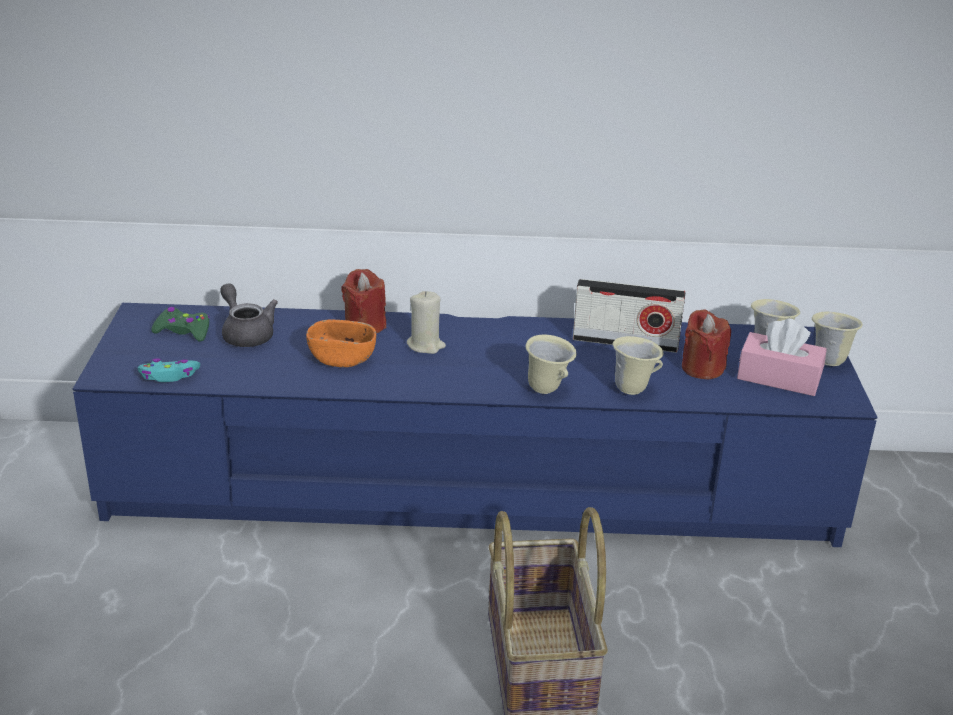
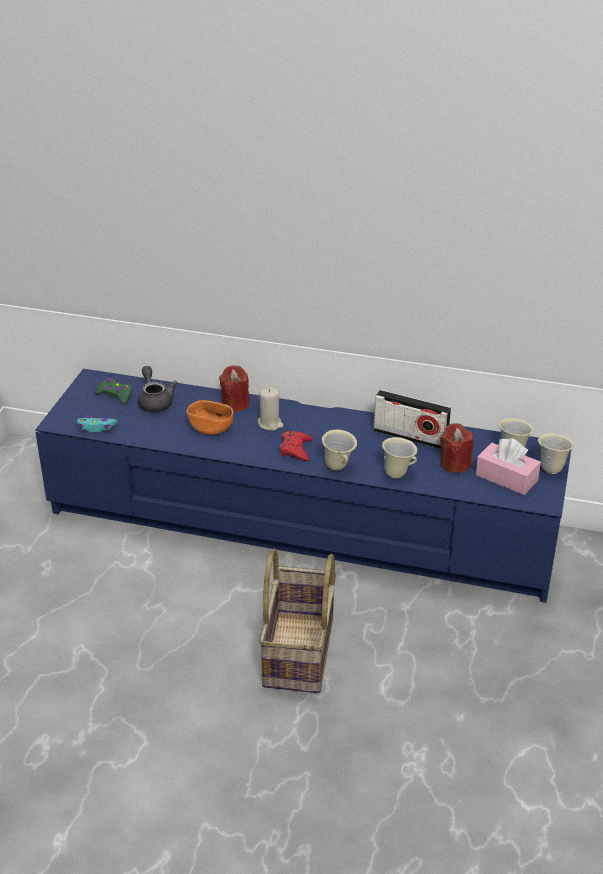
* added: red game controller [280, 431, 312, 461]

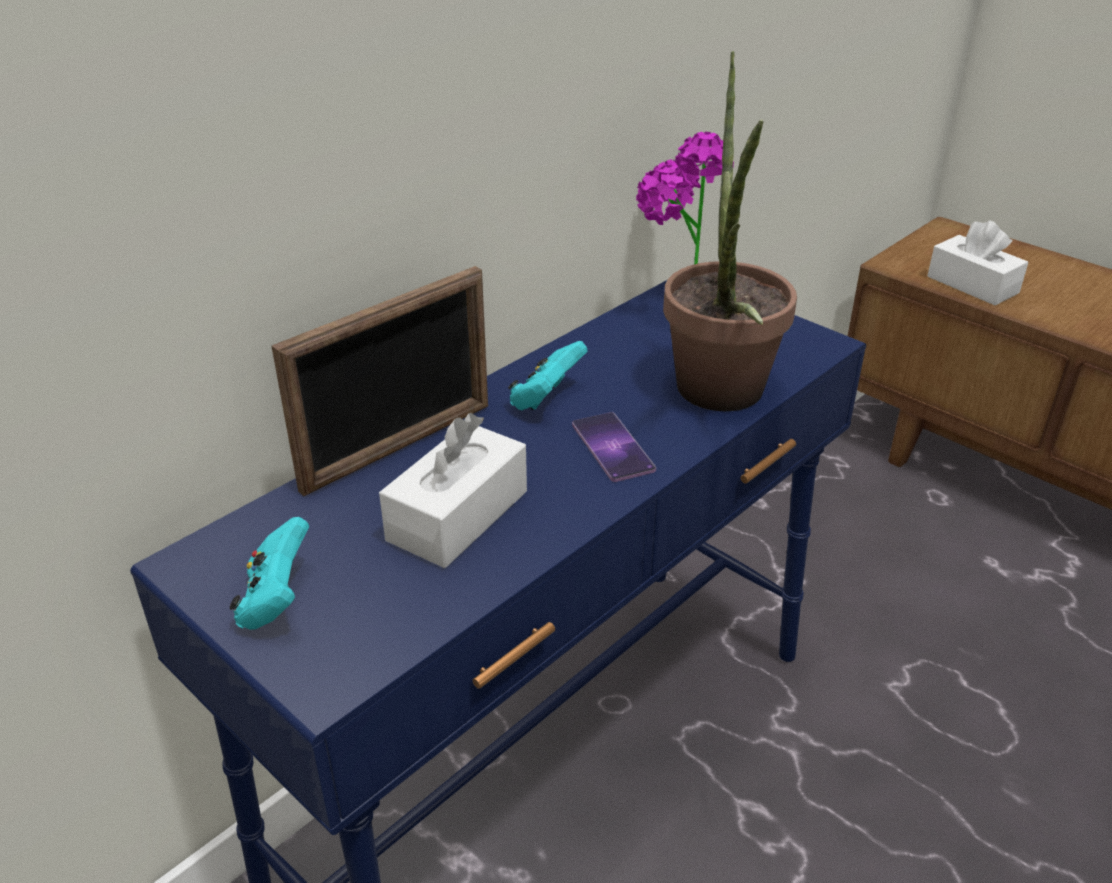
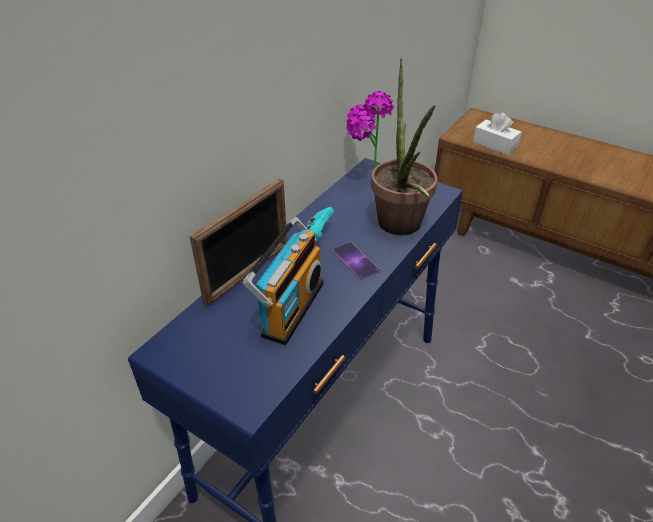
* removed: turquoise-coloured game controller [230, 517, 309, 630]
* replaced: whitish tissue box [379, 413, 527, 568] to radio [243, 217, 323, 345]

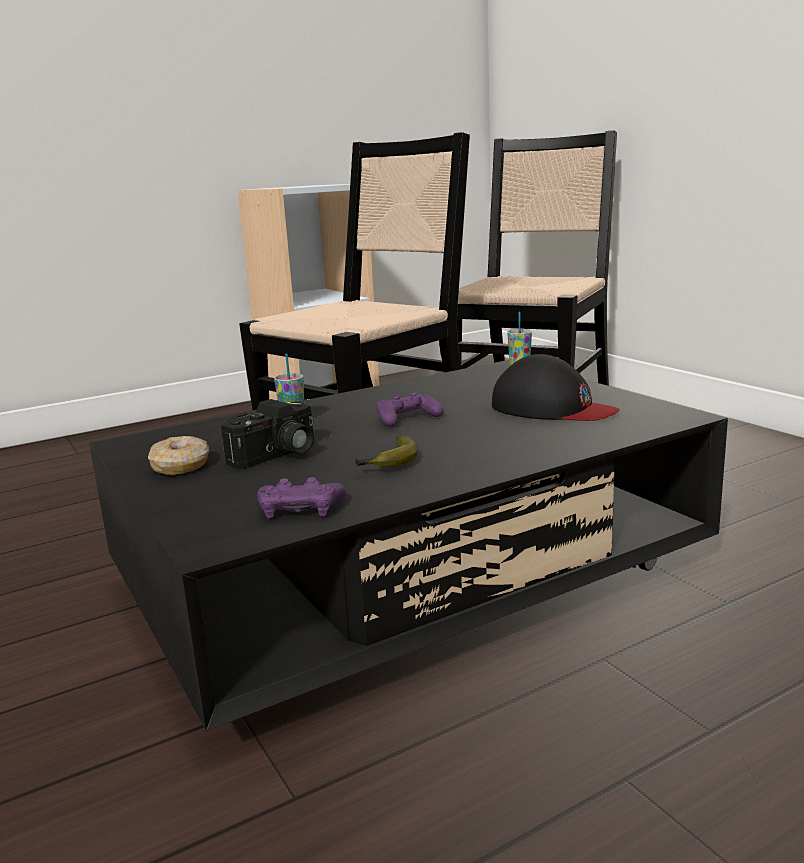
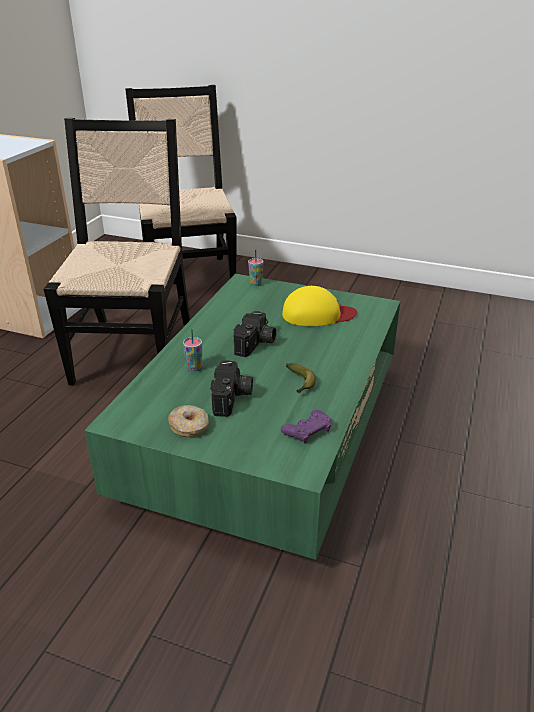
* replaced: purple-coloured game controller [376, 393, 444, 427] to still camera [233, 311, 276, 357]
* recoloured: black-coloured lounge table [89, 360, 728, 731] to green-coloured lounge table [84, 274, 400, 560]
* recoloured: black-coloured baseball cap [492, 354, 620, 421] to yellow baseball cap [282, 286, 357, 326]

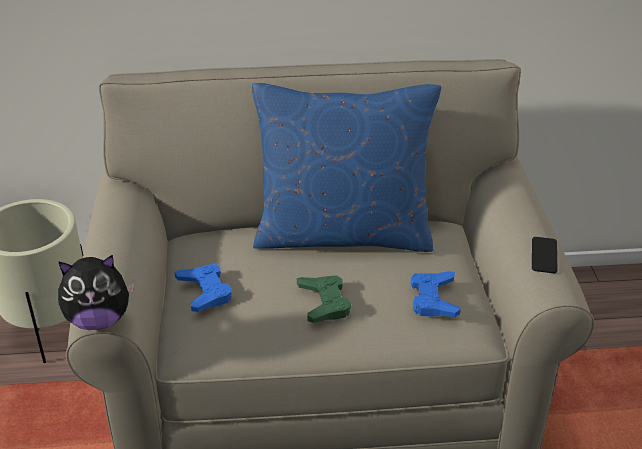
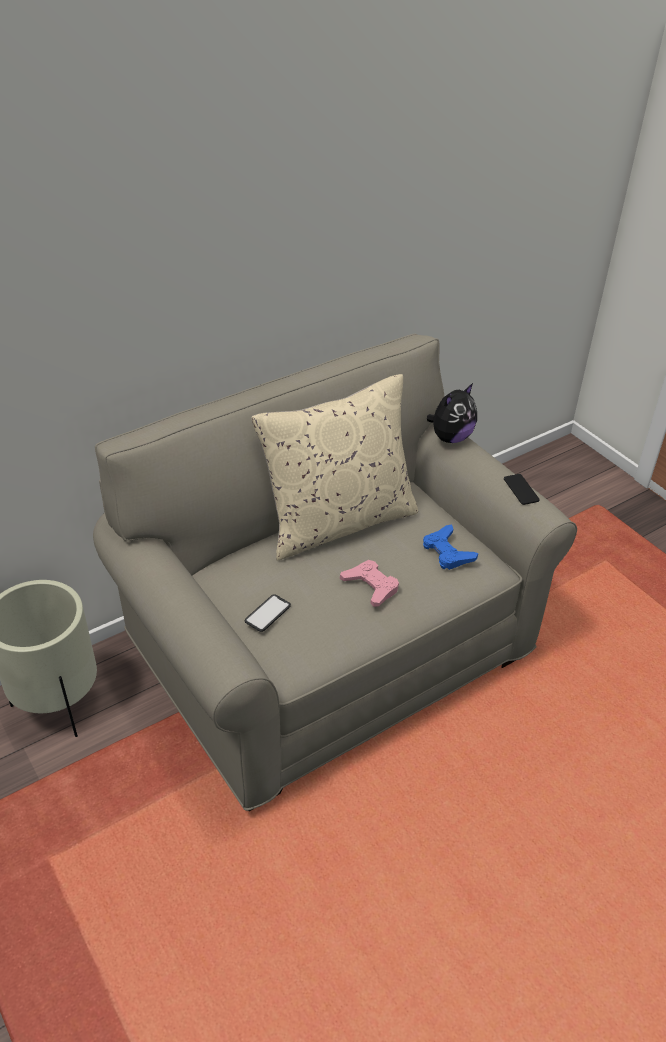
* moved: plush toy [58, 255, 134, 330] to [427, 383, 477, 443]
* replaced: bluish game controller [174, 263, 232, 312] to phone [245, 594, 291, 632]
* recoloured: bluish pillow [252, 83, 441, 252] to sand-coloured pillow [251, 374, 418, 561]
* recoloured: green-coloured game controller [297, 275, 351, 323] to pink-coloured game controller [340, 560, 399, 607]

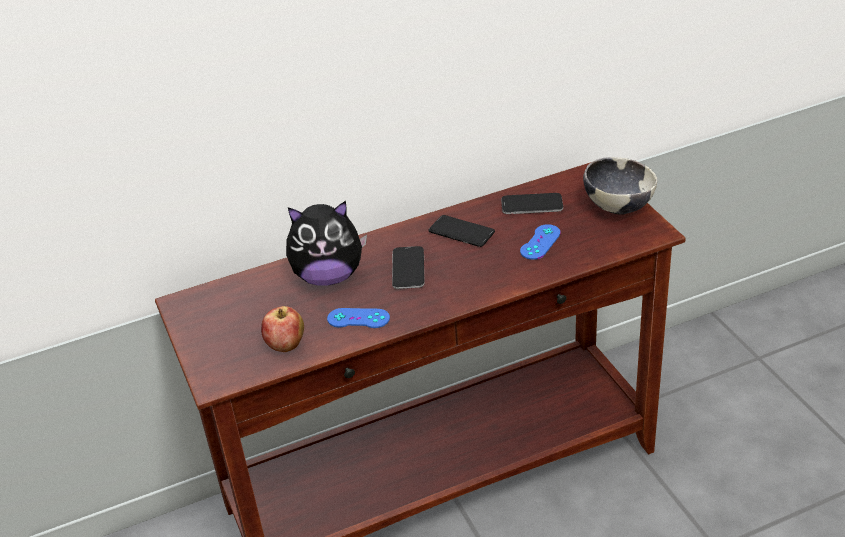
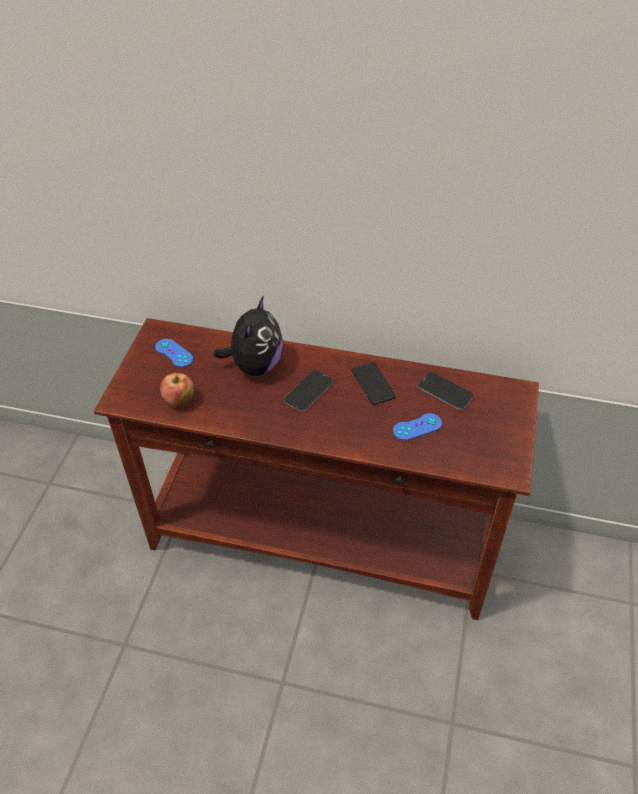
* removed: serving bowl [583, 157, 657, 215]
* moved: bluish game controller [327, 308, 390, 328] to [155, 339, 193, 367]
* turned: plush toy [286, 201, 367, 286] = [214, 295, 283, 376] 105 degrees counterclockwise

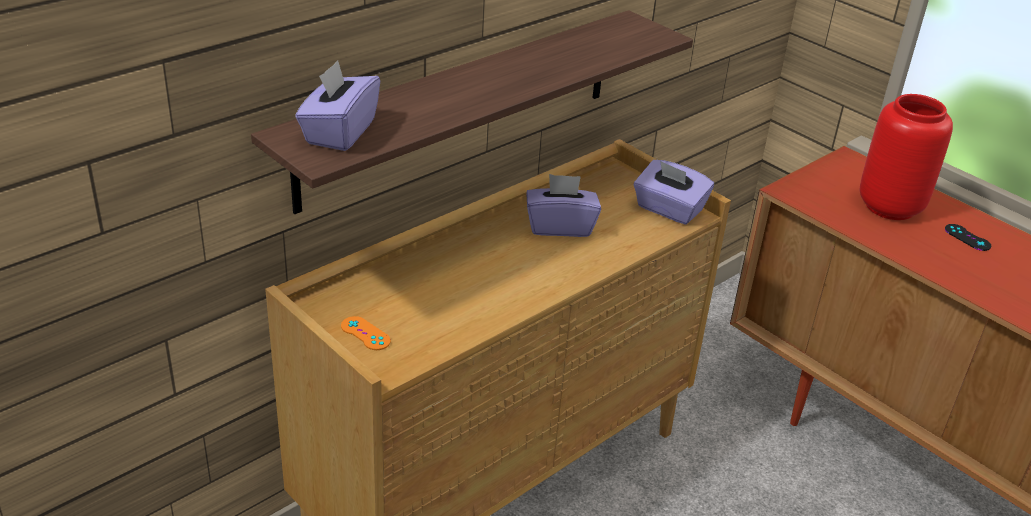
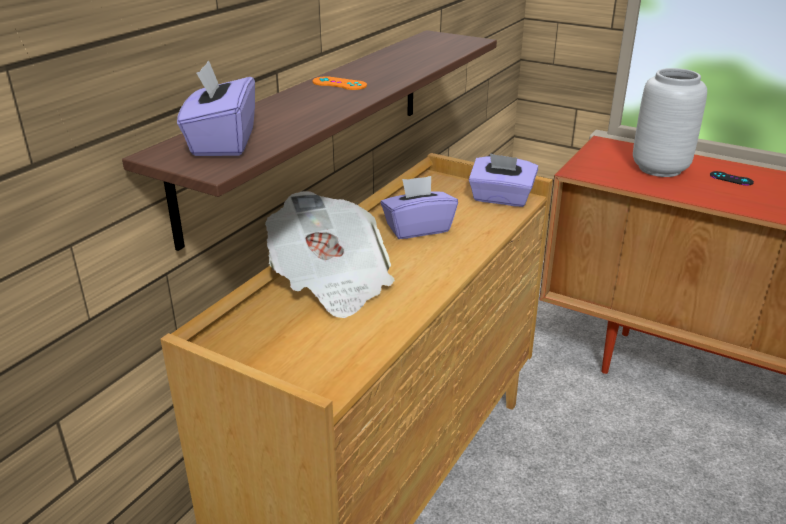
* added: printed paper [265, 191, 395, 318]
* moved: orange-coloured game controller [341, 316, 391, 350] to [312, 76, 367, 90]
* recoloured: red flower vase [860, 94, 953, 220] to gray flower vase [633, 68, 707, 177]

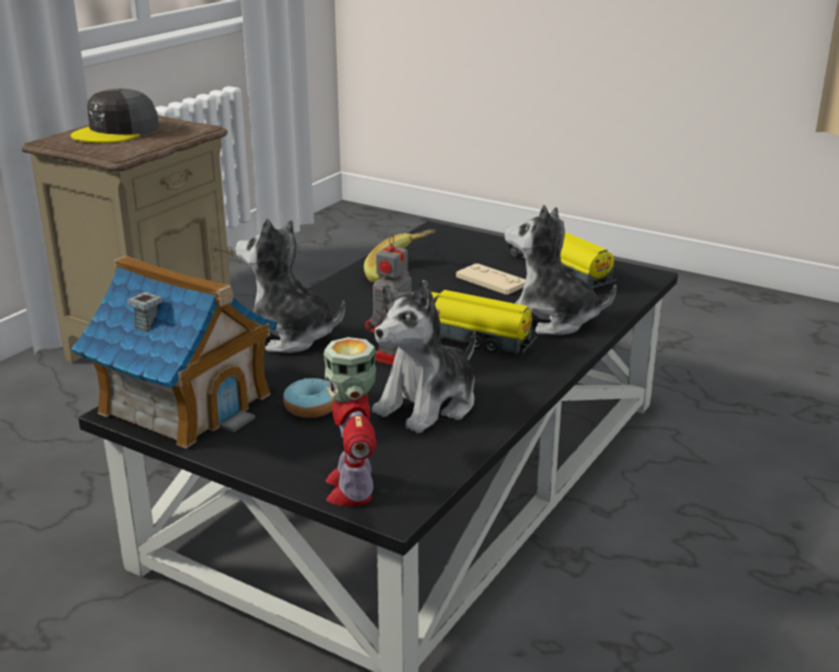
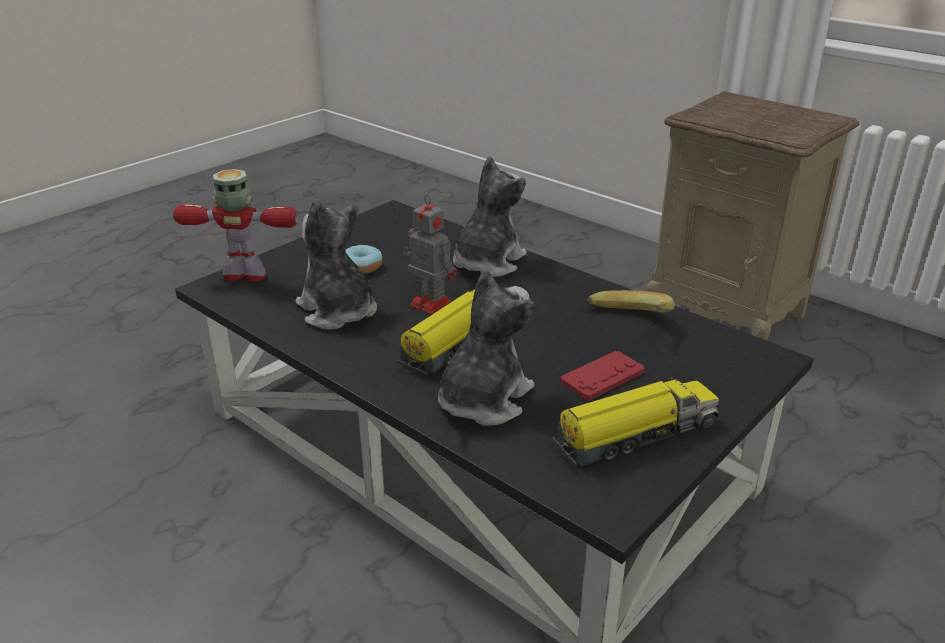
* removed: gray baseball cap [70, 88, 159, 143]
* removed: model house [72, 256, 277, 448]
* recoloured: sand-coloured game controller [456, 263, 526, 294] to red game controller [560, 351, 645, 400]

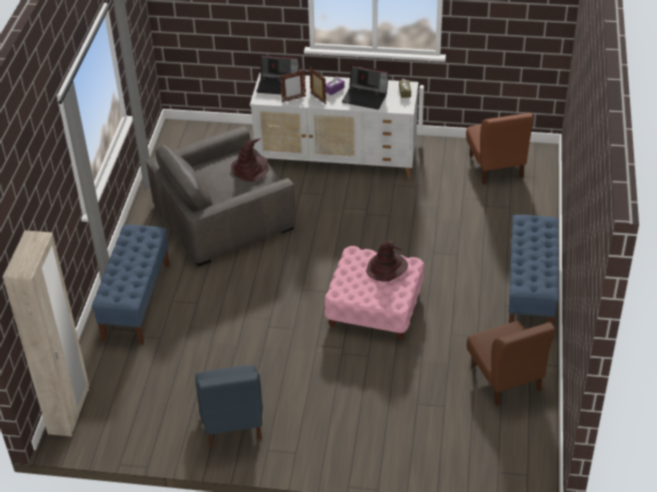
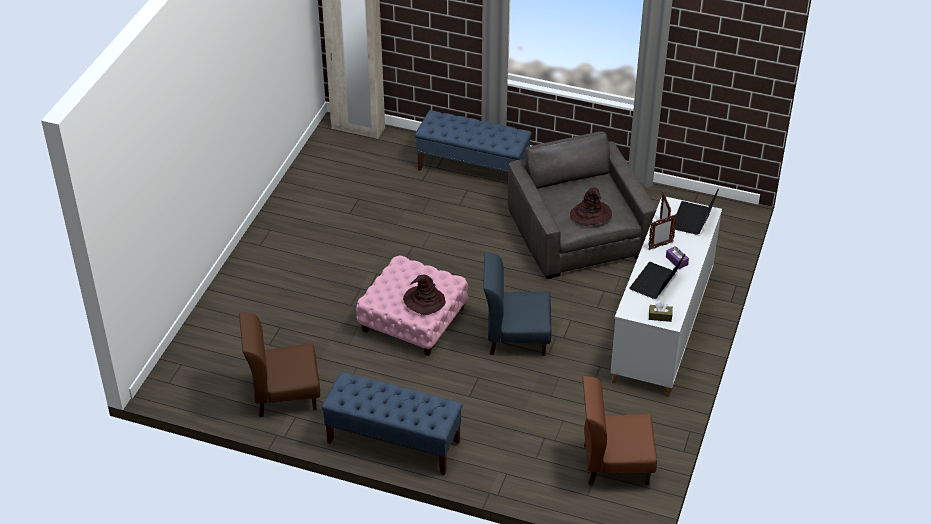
* moved: bluish chair [196, 365, 263, 448] to [483, 252, 552, 356]

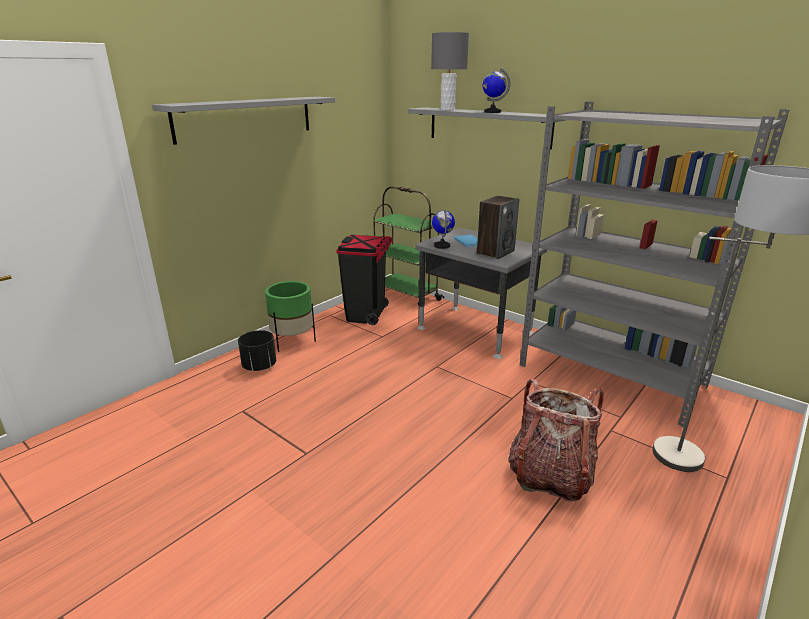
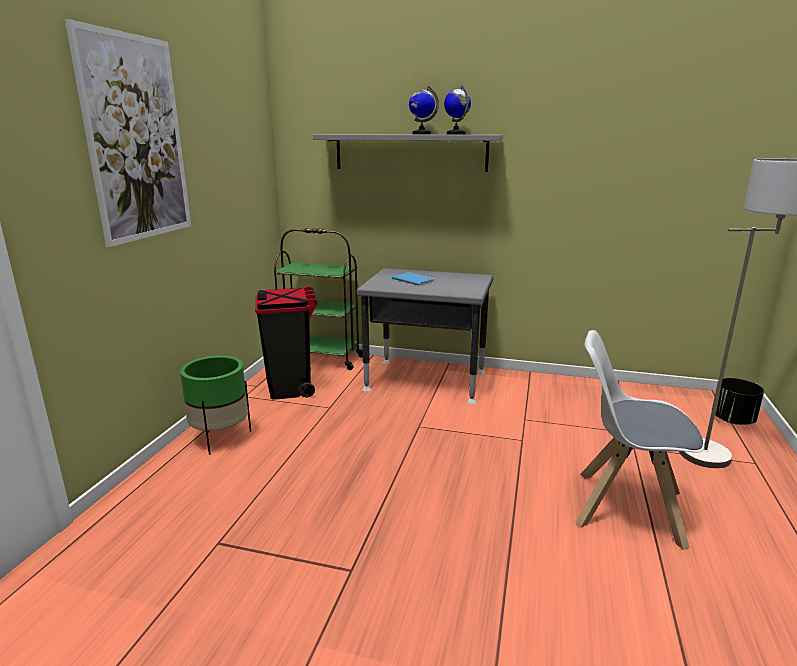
* removed: gray table lamp [431, 32, 469, 110]
* removed: loudspeaker [477, 196, 519, 259]
* removed: gray bookshelf [520, 102, 790, 427]
* moved: black-coloured planter [238, 330, 276, 371] to [712, 378, 764, 425]
* moved: globe [432, 209, 455, 249] to [444, 85, 471, 135]
* replaced: gray bracket shelf [152, 97, 335, 145] to wall art [65, 19, 191, 247]
* replaced: backpack [508, 379, 604, 501] to chair [575, 330, 705, 550]

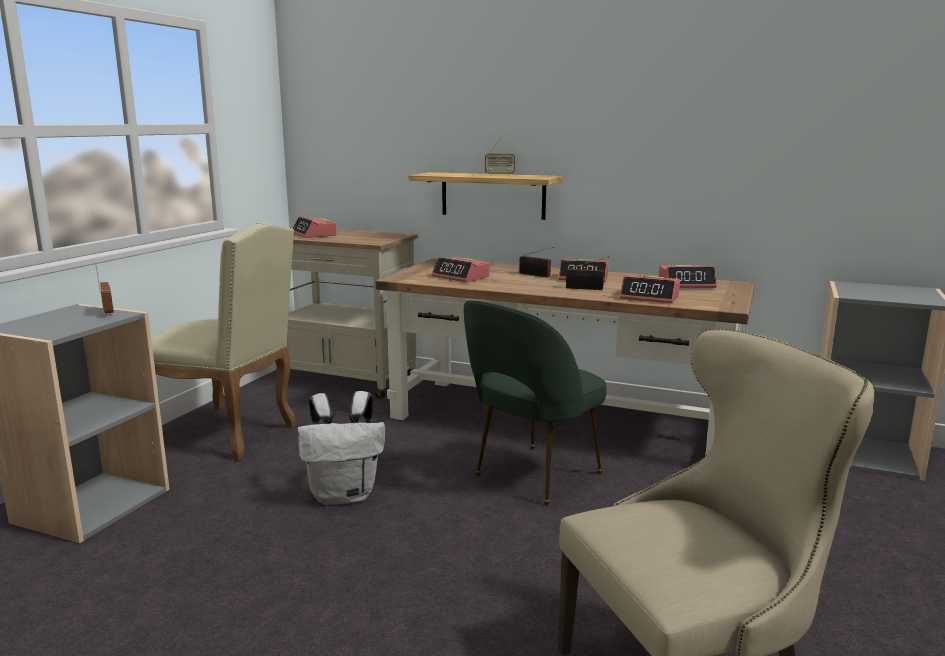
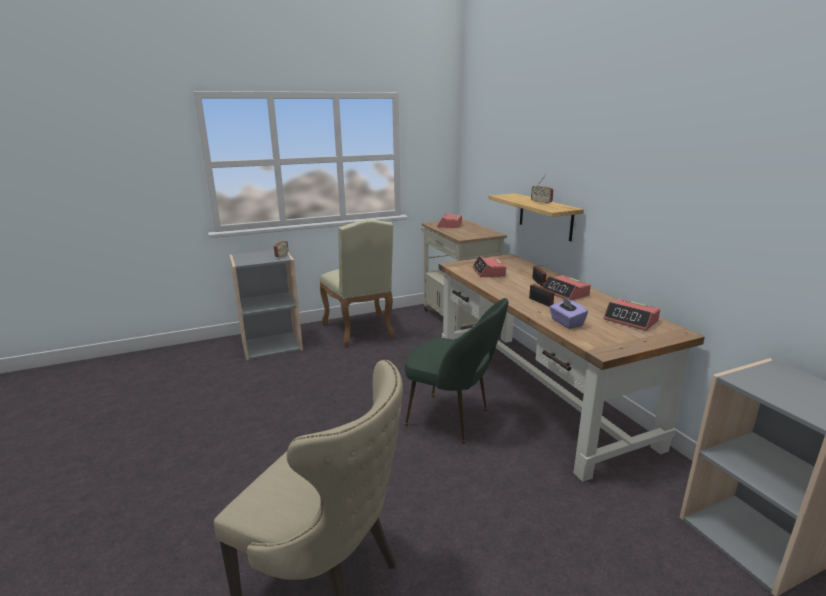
* removed: whitish backpack [298, 391, 385, 505]
* replaced: bedside clock [620, 275, 680, 303] to purple-coloured tissue box [550, 297, 588, 329]
* turned: green-coloured chair [464, 300, 607, 505] = [405, 298, 509, 444] 150 degrees counterclockwise

